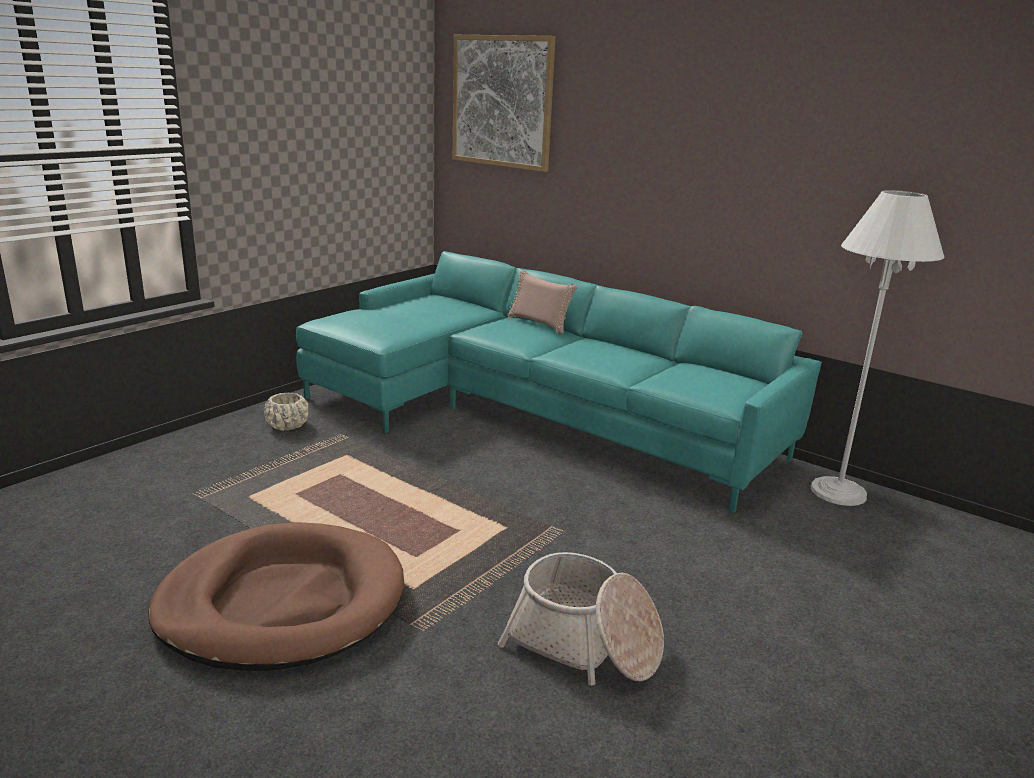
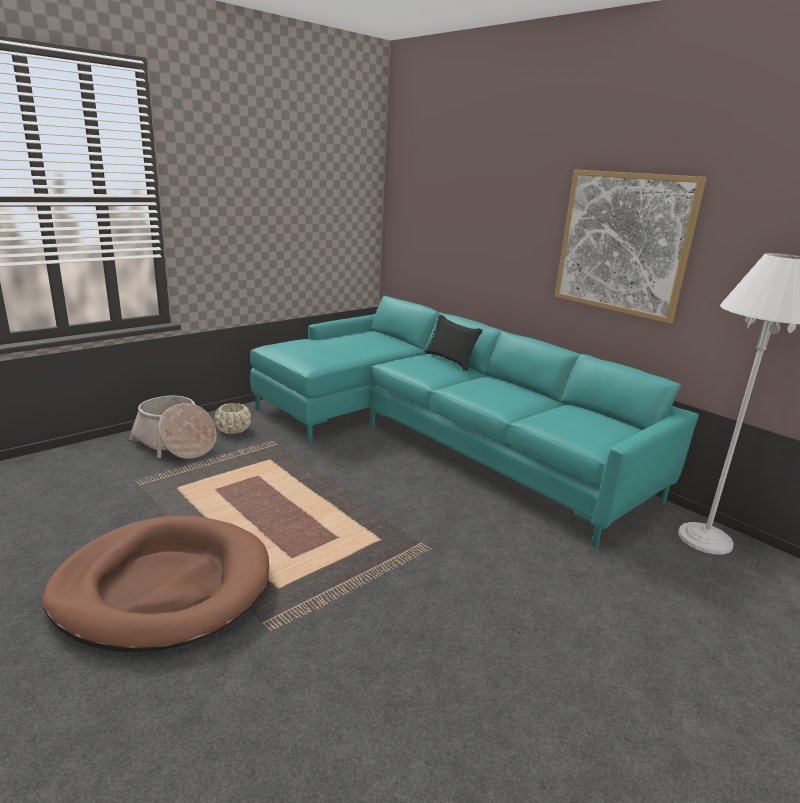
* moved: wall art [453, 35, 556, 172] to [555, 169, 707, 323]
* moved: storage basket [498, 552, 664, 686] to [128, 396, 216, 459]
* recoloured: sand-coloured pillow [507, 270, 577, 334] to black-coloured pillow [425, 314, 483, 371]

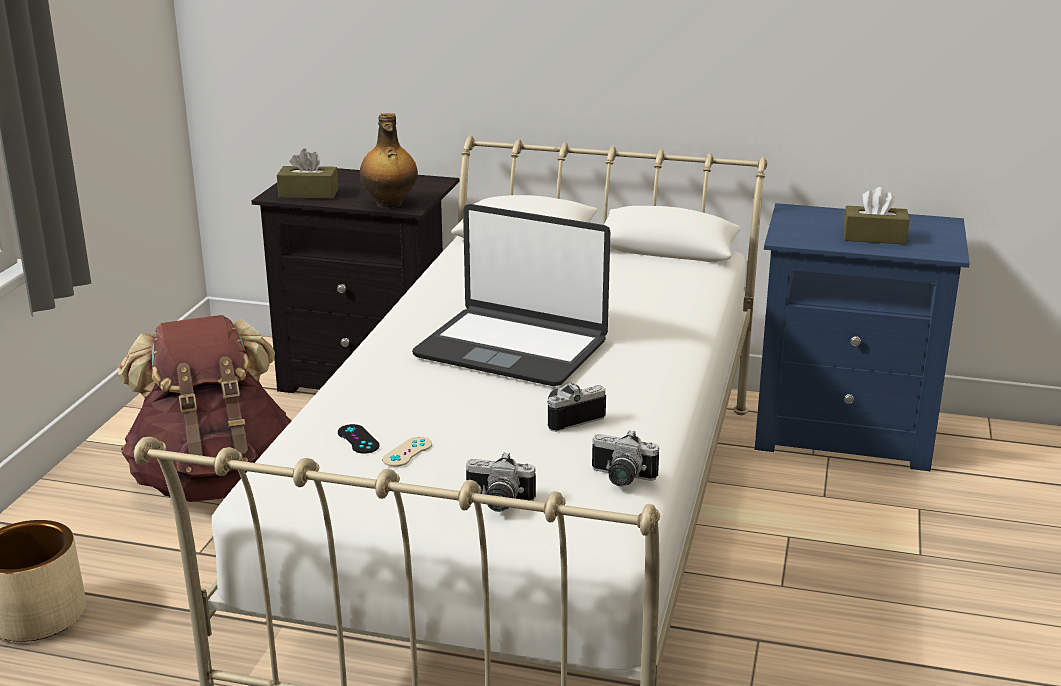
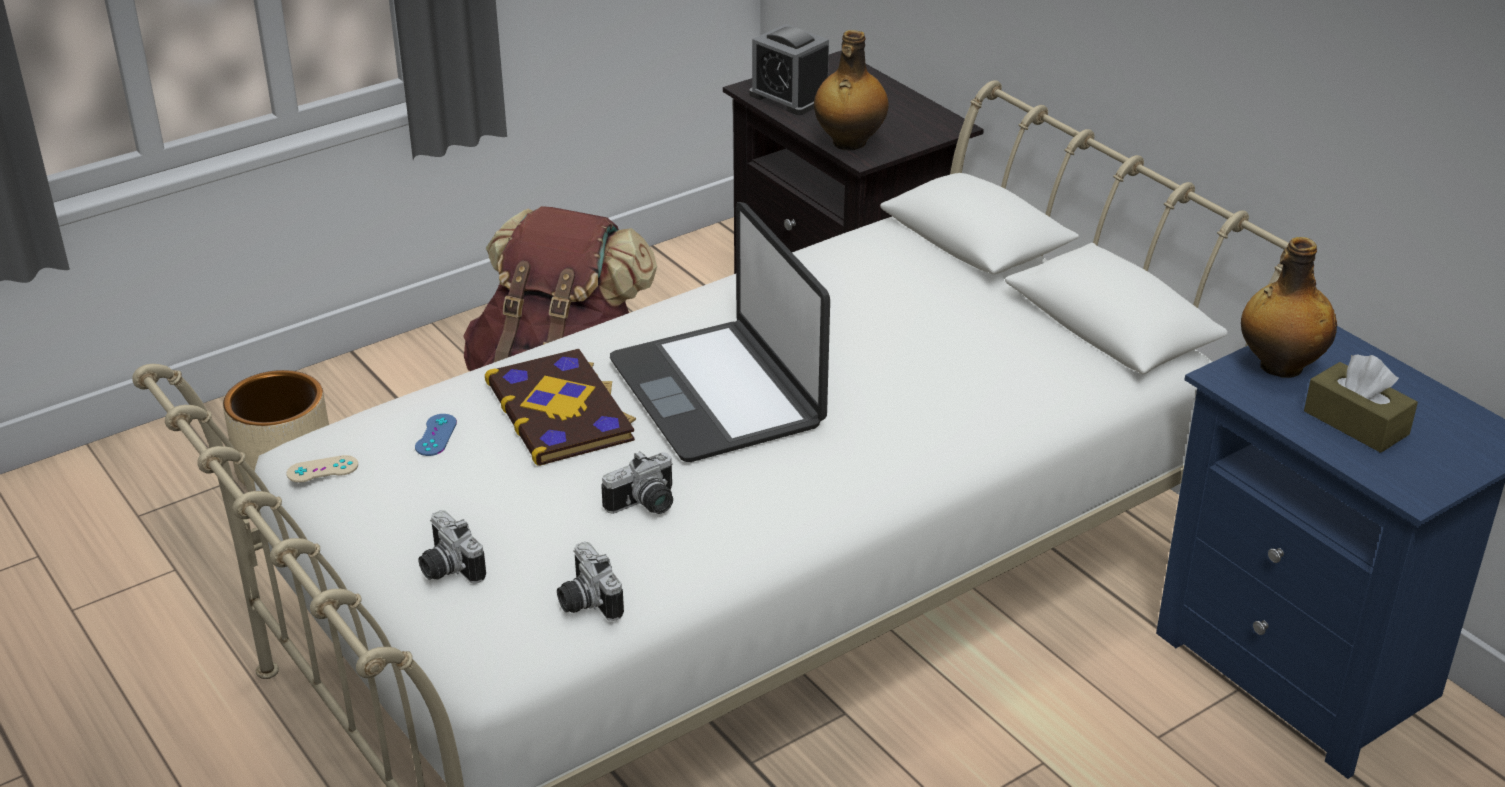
* added: book [485, 349, 636, 466]
* added: drink bottle [1241, 237, 1337, 378]
* moved: sand-coloured game controller [382, 437, 432, 467] to [287, 455, 358, 482]
* replaced: brownish tissue box [277, 149, 338, 199] to bedside clock [749, 24, 829, 115]
* recoloured: black-coloured game controller [338, 424, 380, 454] to bluish game controller [415, 414, 457, 456]
* turned: still camera [547, 383, 606, 432] = [601, 451, 673, 514] 135 degrees clockwise

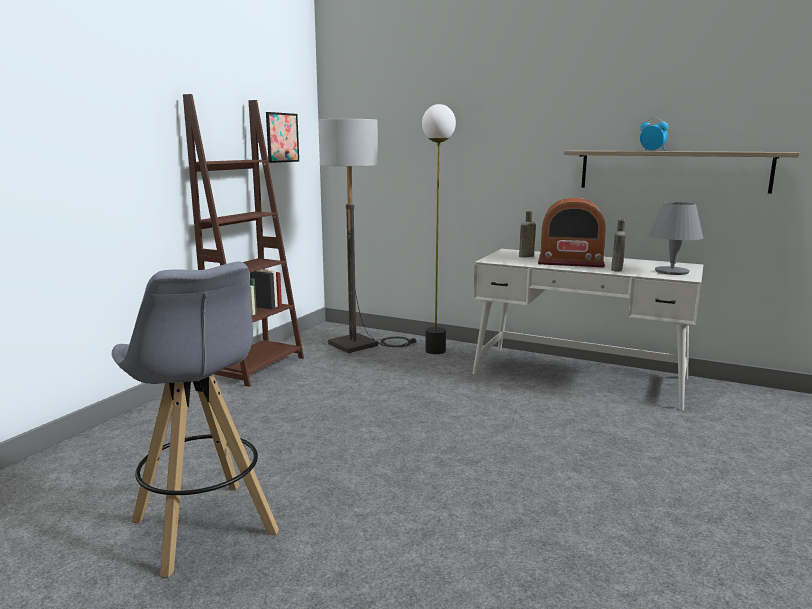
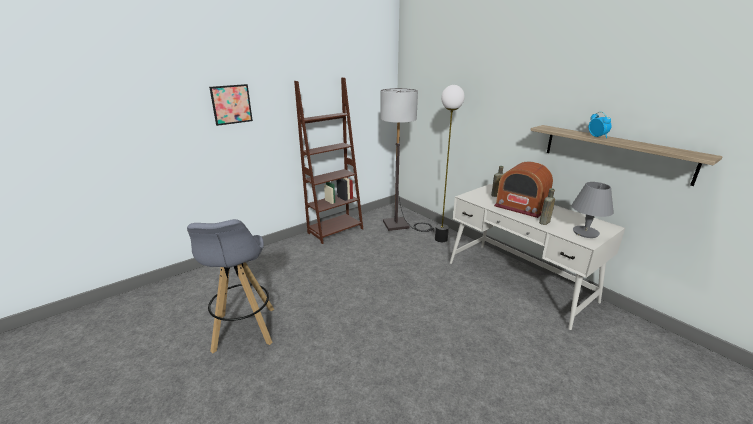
* moved: wall art [266, 112, 299, 163] to [209, 84, 253, 126]

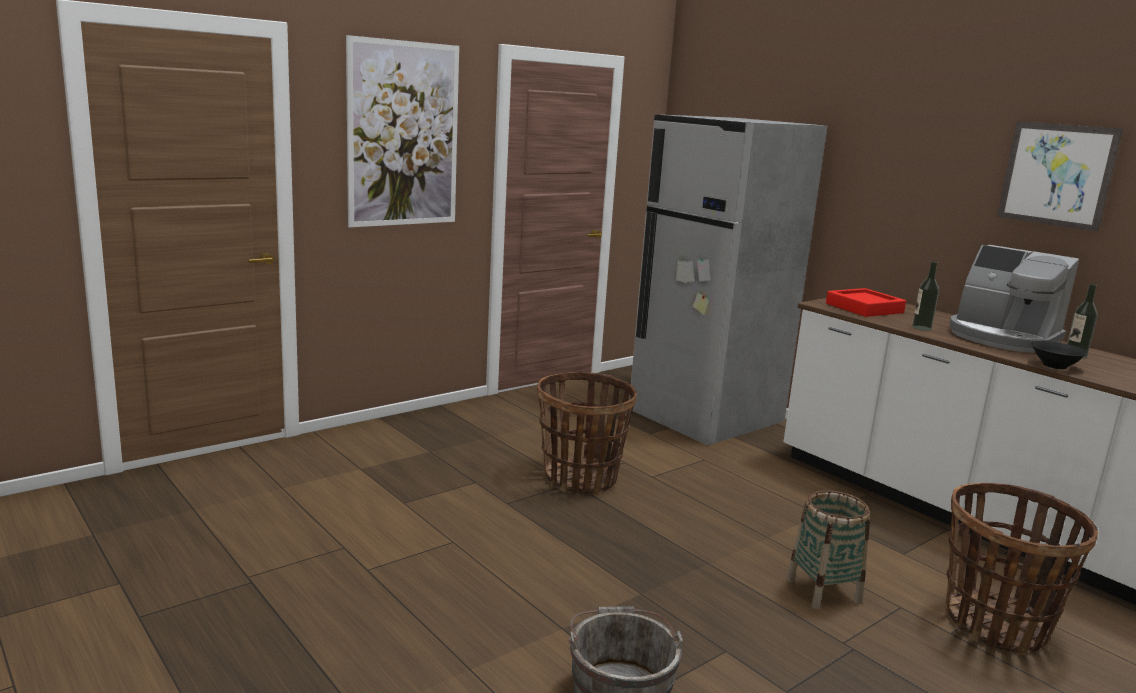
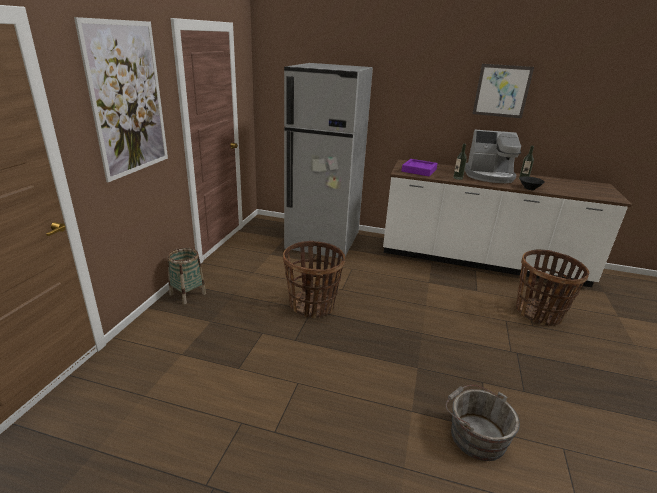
* moved: storage basket [787, 490, 870, 609] to [168, 247, 206, 304]
* recoloured: red serving tray [826, 288, 906, 317] to purple-coloured serving tray [402, 159, 438, 176]

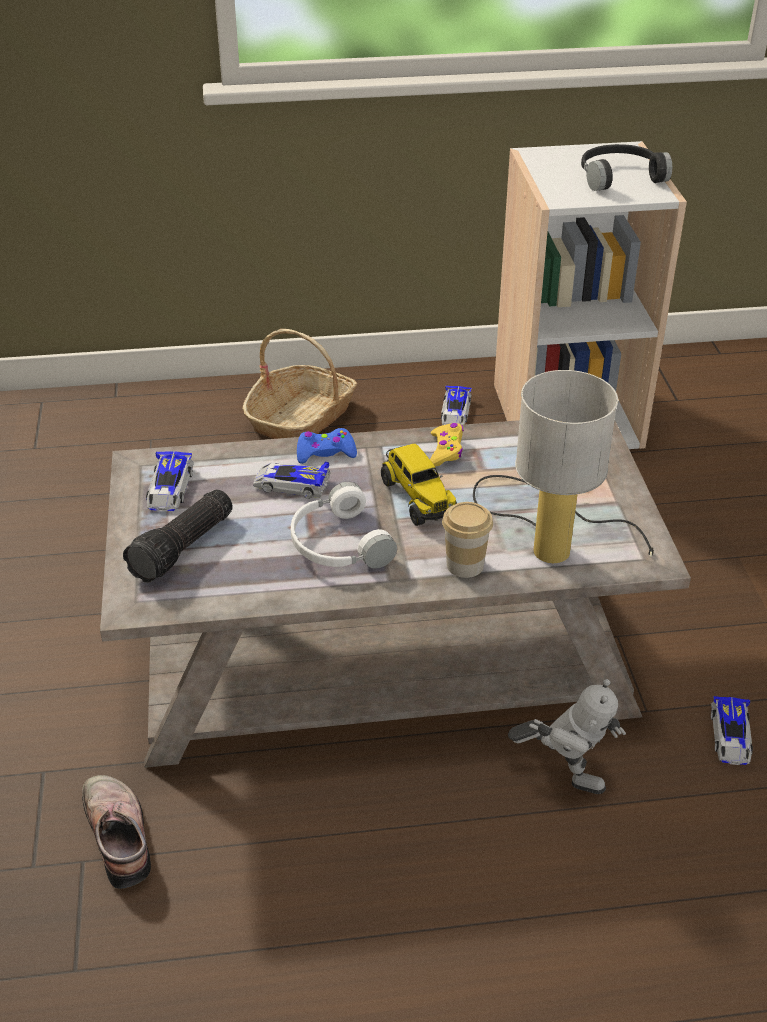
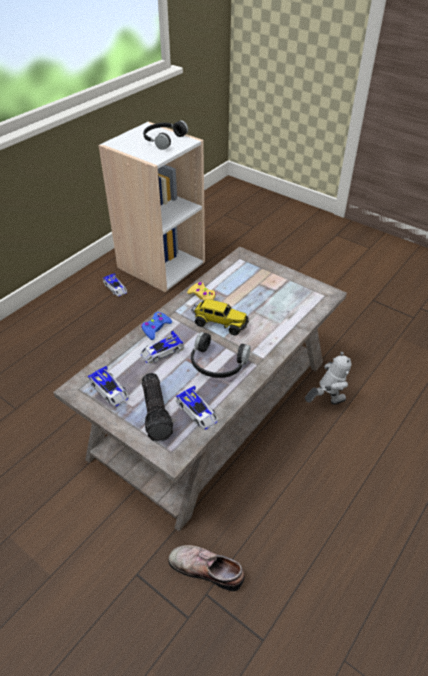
* removed: storage basket [242, 329, 357, 439]
* removed: cup [442, 502, 493, 578]
* removed: table lamp [473, 370, 654, 563]
* moved: model car [711, 696, 753, 765] to [175, 386, 218, 430]
* recoloured: whitish headphones [291, 482, 397, 569] to black-coloured headphones [191, 332, 251, 378]

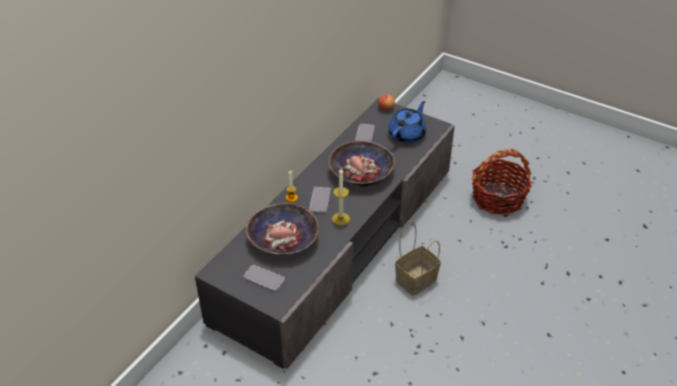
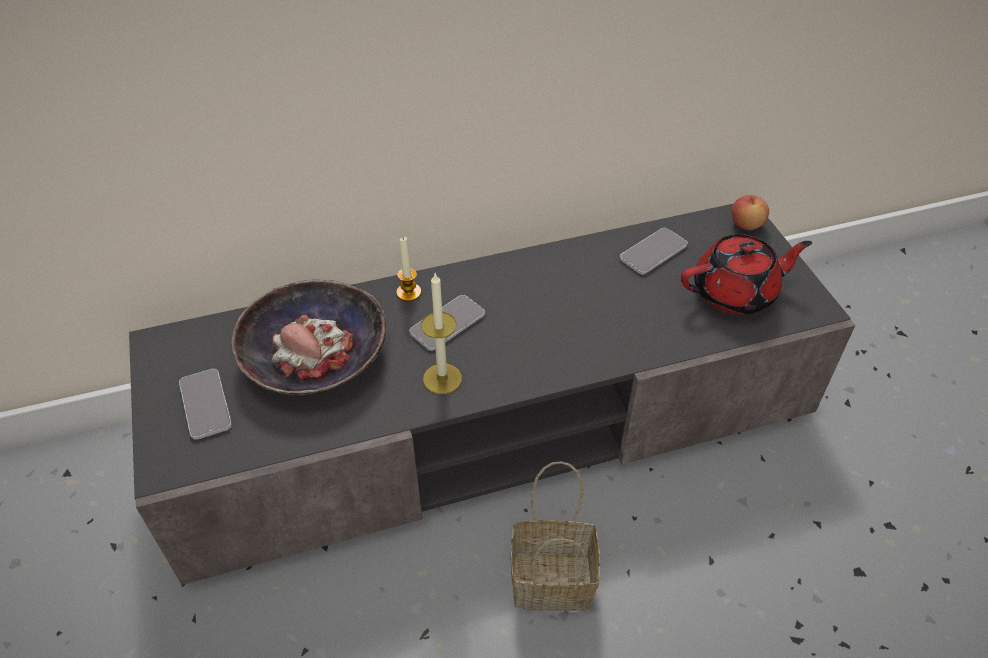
* removed: serving bowl [329, 140, 395, 187]
* removed: storage basket [472, 149, 532, 215]
* recoloured: bluish tea pot [389, 101, 426, 143] to red tea pot [681, 234, 812, 314]

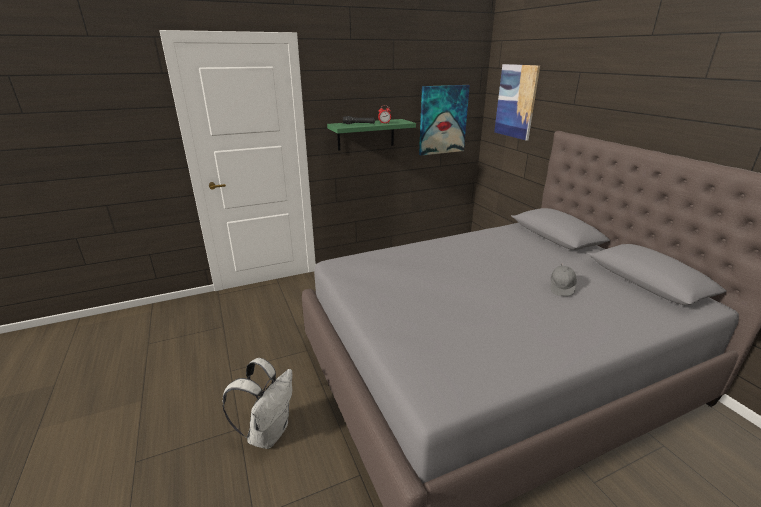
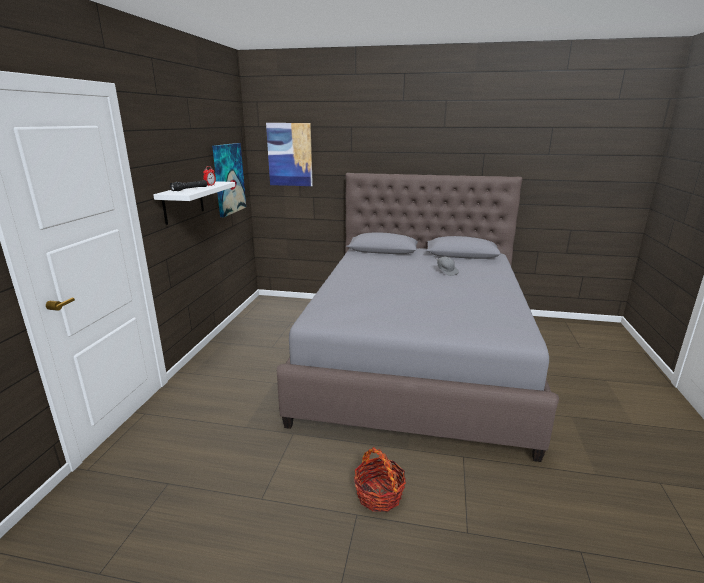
* replaced: whitish backpack [222, 358, 292, 449] to storage basket [354, 447, 406, 512]
* recoloured: green-coloured bracket shelf [327, 119, 416, 151] to whitish bracket shelf [153, 181, 235, 225]

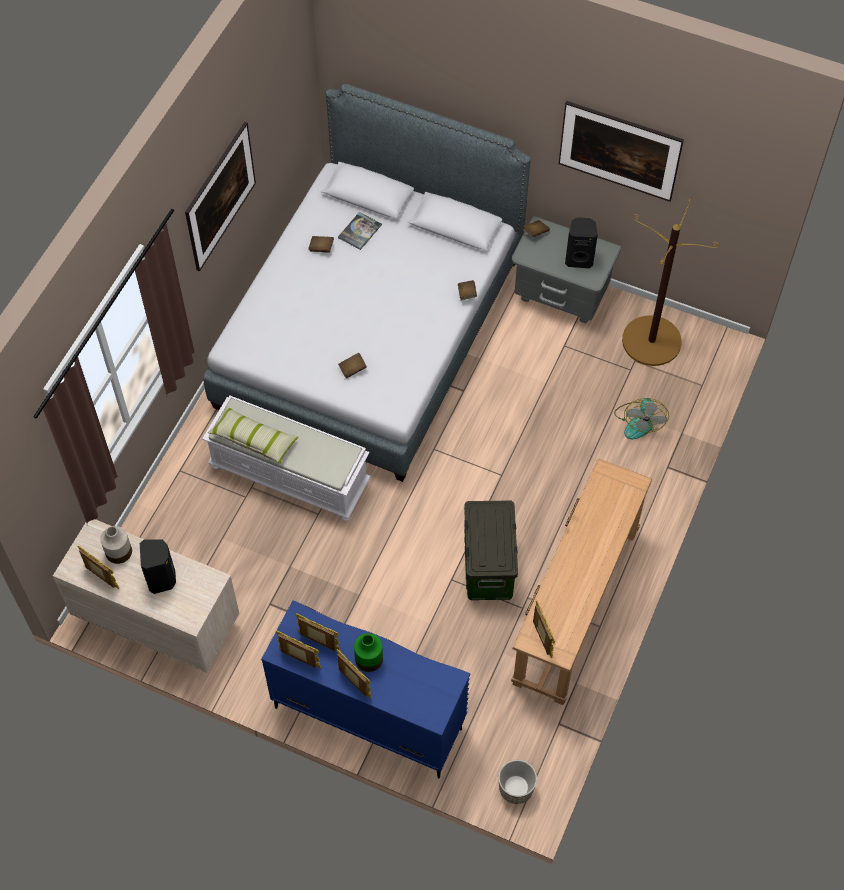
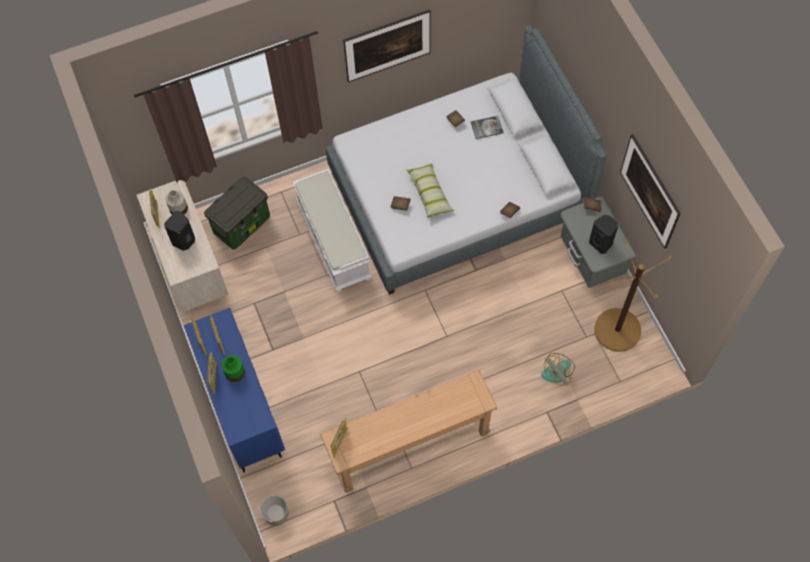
* moved: pillow [207, 406, 299, 464] to [406, 163, 454, 218]
* moved: storage box [464, 500, 518, 600] to [204, 176, 270, 250]

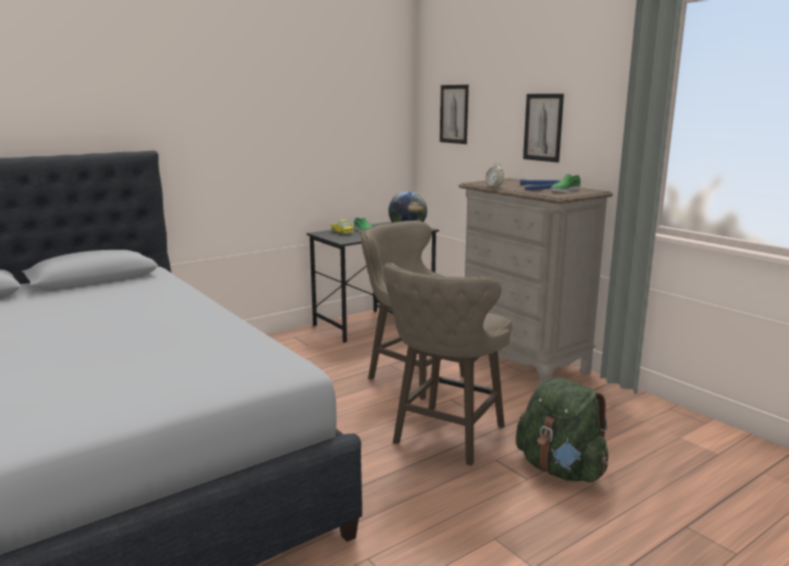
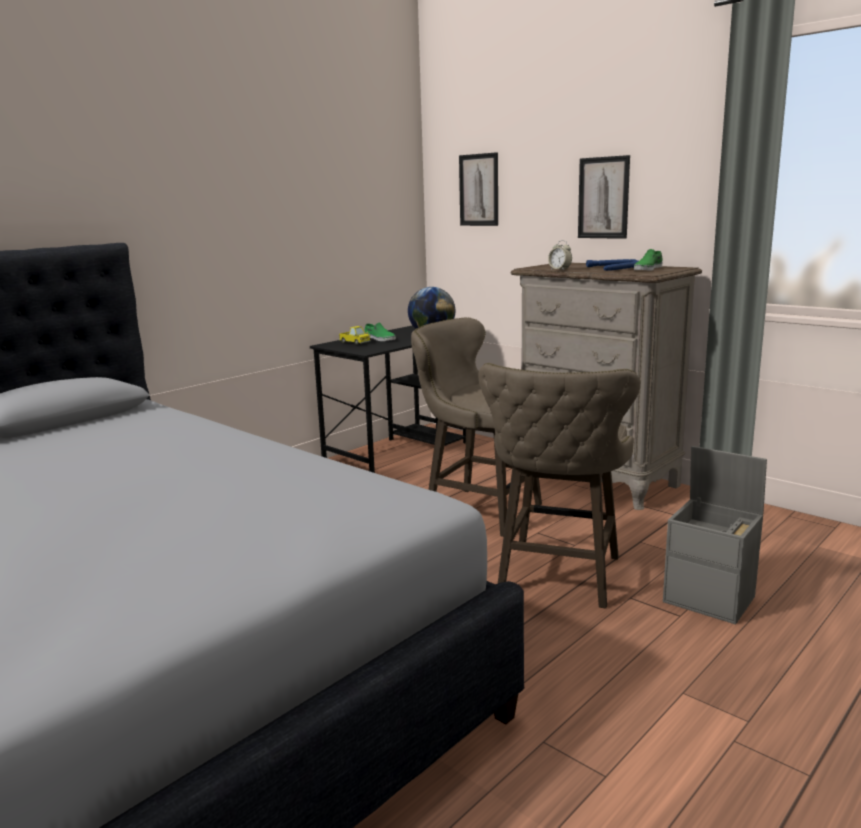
* replaced: green-coloured backpack [516, 377, 608, 483] to gray storage box [663, 446, 767, 624]

